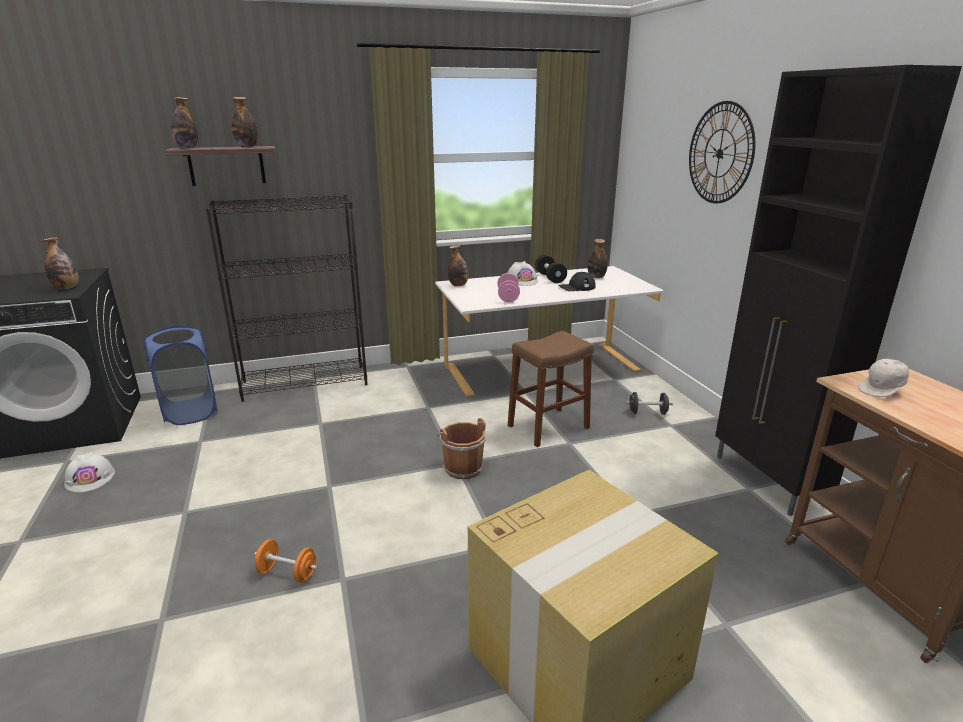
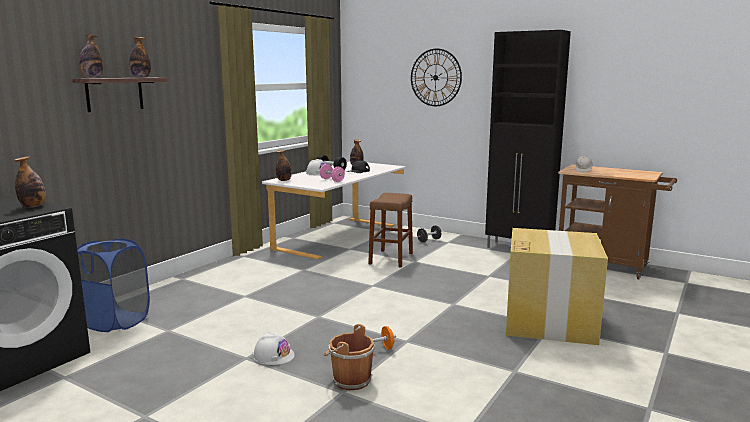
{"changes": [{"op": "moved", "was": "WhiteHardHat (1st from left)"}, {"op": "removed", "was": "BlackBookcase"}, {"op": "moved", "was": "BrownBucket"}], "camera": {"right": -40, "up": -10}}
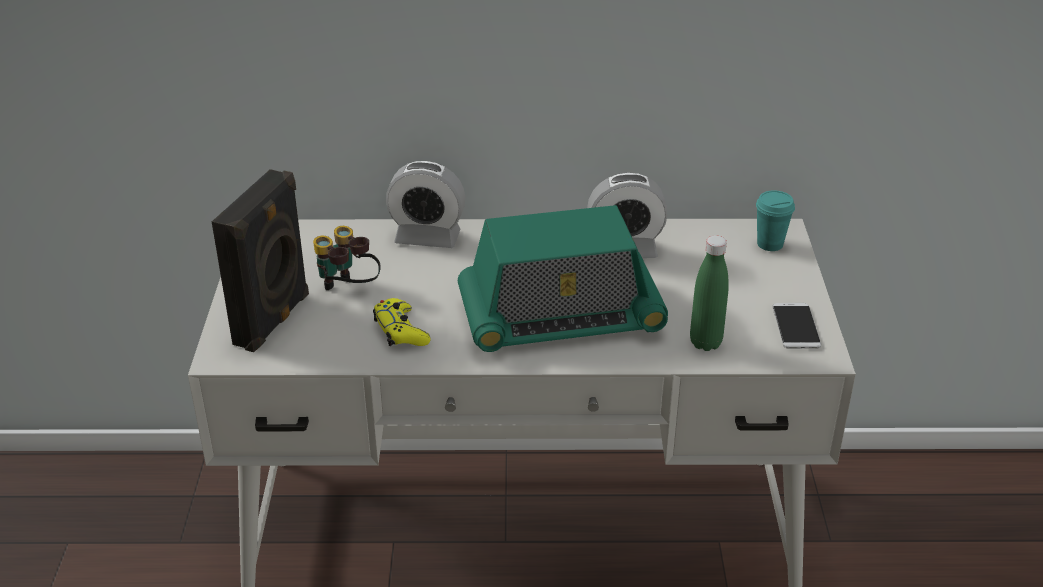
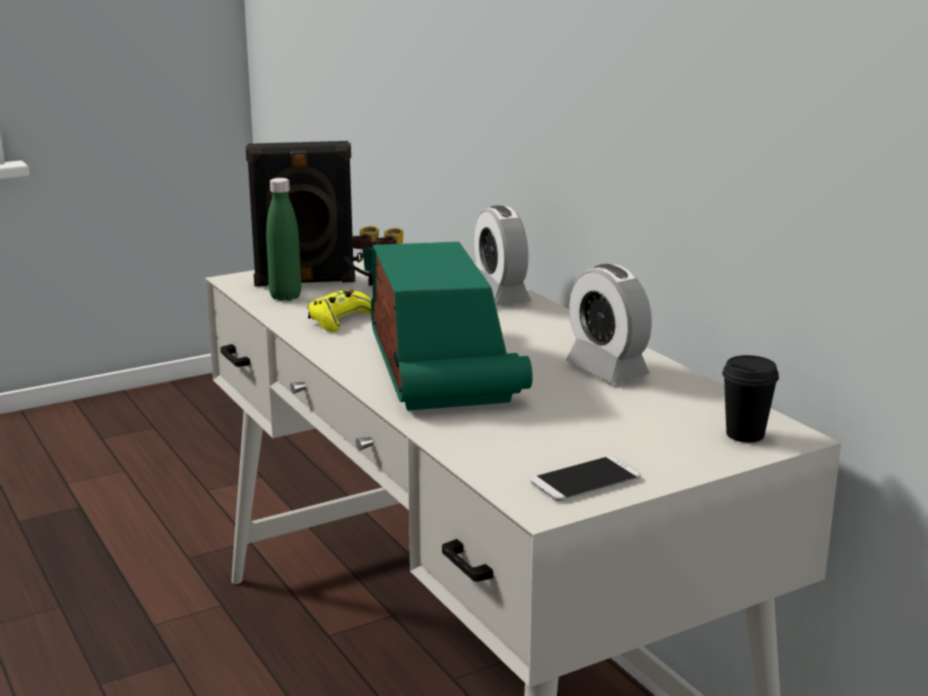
{"changes": [{"op": "turned", "was": "Radio", "clockwise": -150}, {"op": "moved", "was": "GreenBottle"}, {"op": "recoloured", "was": "TurquoiseCup", "now": "BlackCup"}], "camera": {"right": 60, "up": -15}}
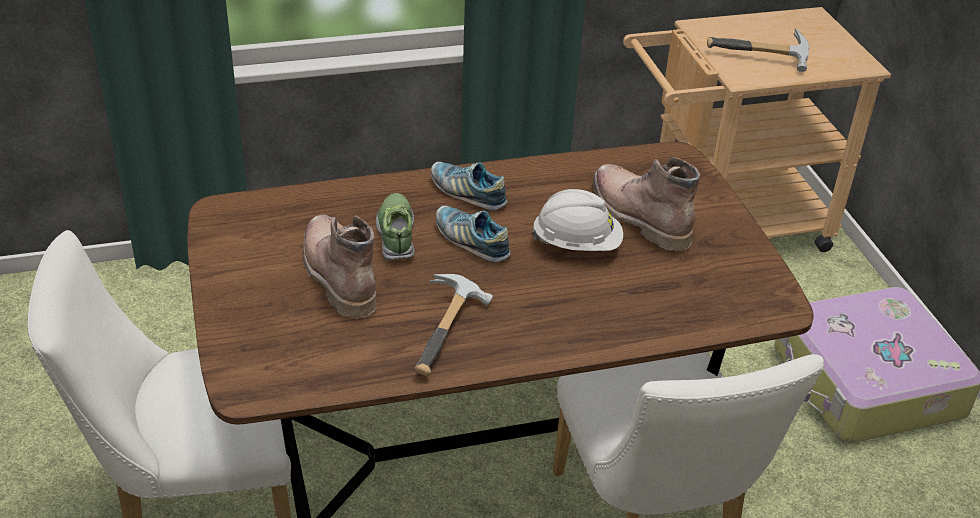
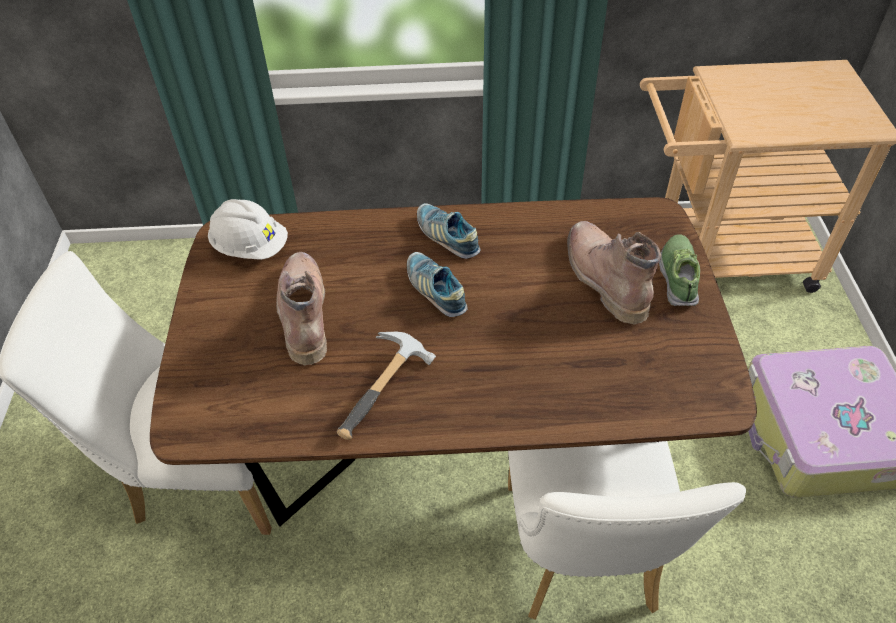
{"changes": [{"op": "moved", "was": "Shoe (1st from left in the first image)", "now": "Shoe (3rd from left)"}, {"op": "moved", "was": "WhiteHardHat"}, {"op": "removed", "was": "Hammer (2nd from left)"}], "camera": {"right": 15, "up": 10}}
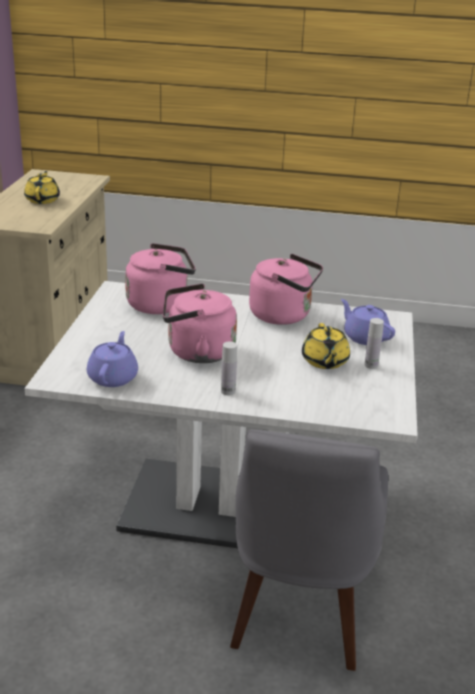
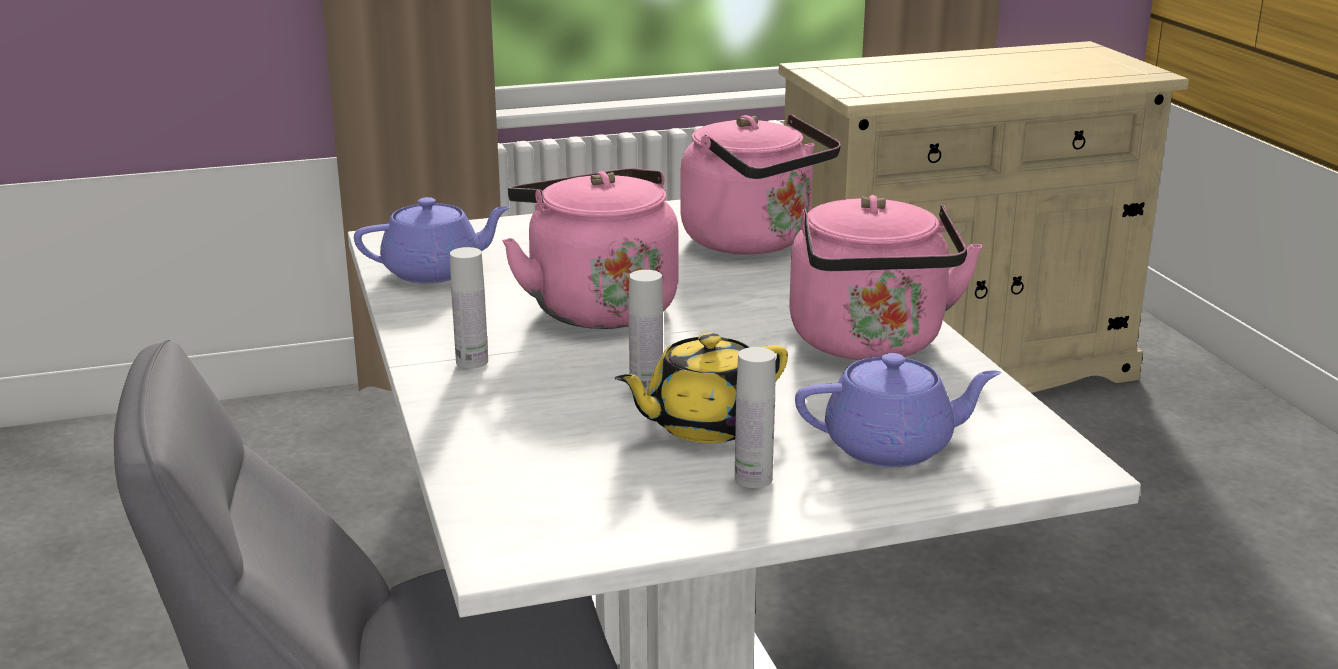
{"changes": [{"op": "removed", "was": "YellowTeapot (1st from left)"}, {"op": "turned", "was": "PurpleTeapot (2nd from left)", "clockwise": 60}, {"op": "added", "now": "WhiteBottle (2nd from left)"}], "camera": {"right": 65, "up": -5}}
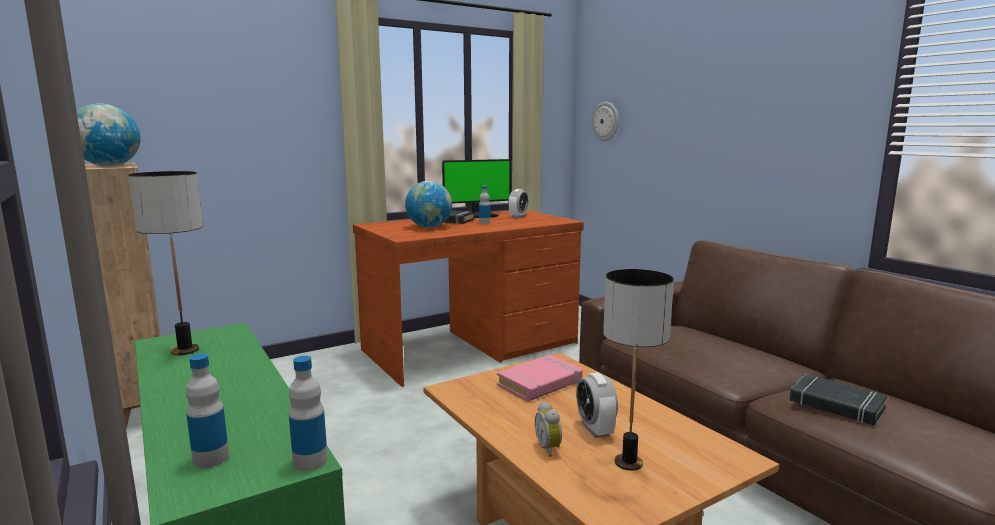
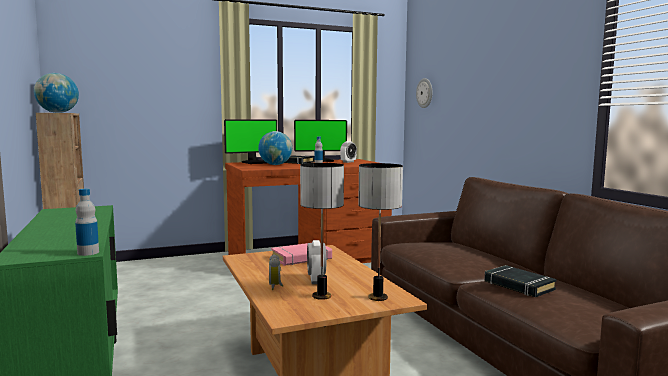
{"changes": [{"op": "moved", "was": "TableLamp (1st from left in the first image)", "now": "TableLamp (2nd from left)"}, {"op": "removed", "was": "Bottle (1st from left)"}, {"op": "added", "now": "Monitor (1st from left)"}], "camera": {"right": 10, "up": -5}}
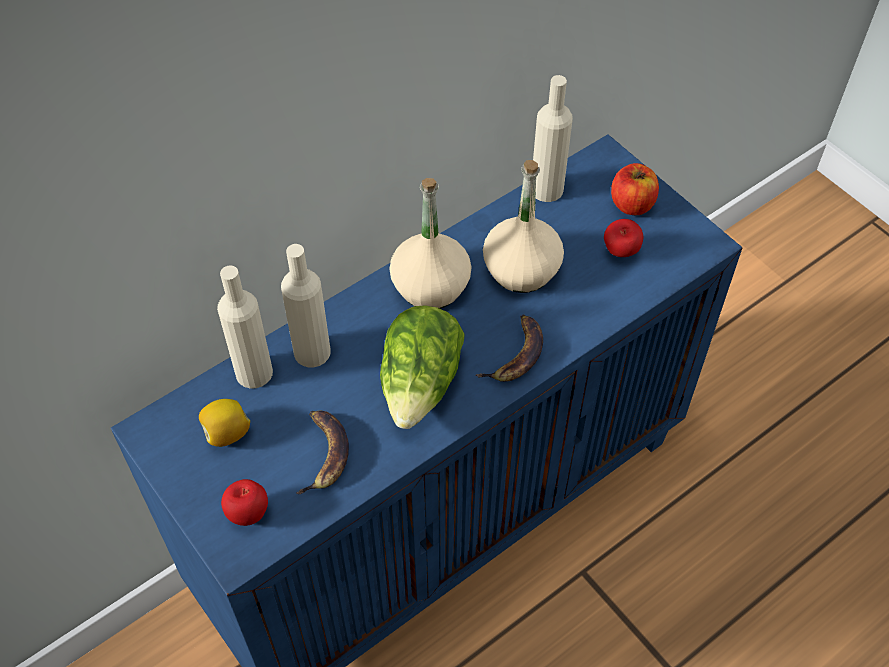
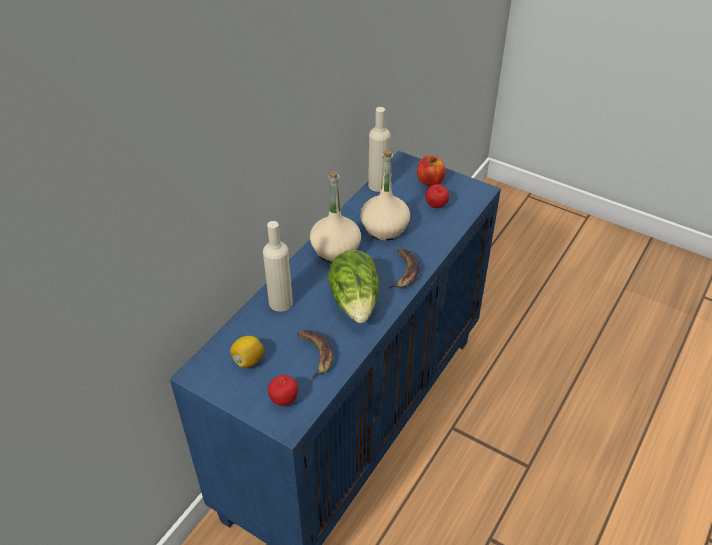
{"changes": [{"op": "removed", "was": "BeigeBottle (1st from left)"}], "camera": {"right": -20, "up": -10}}
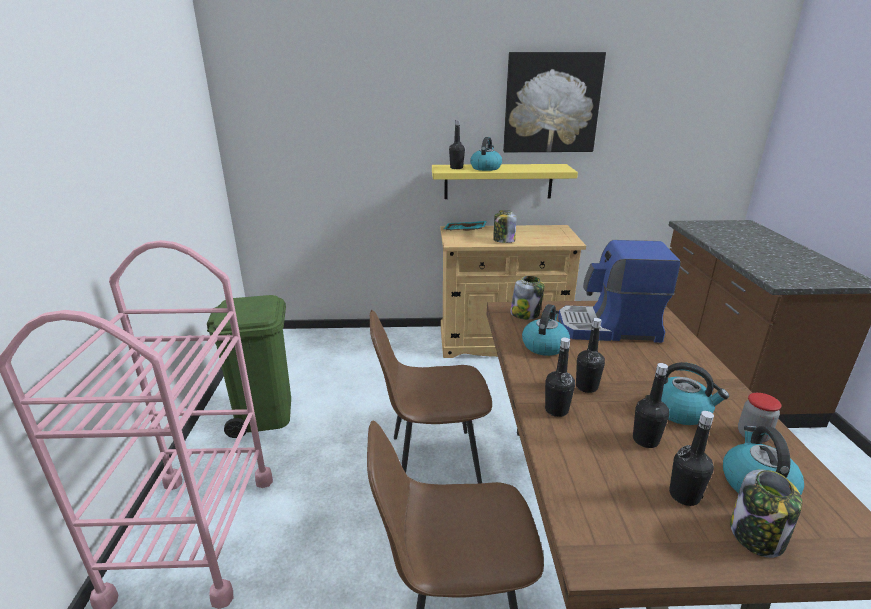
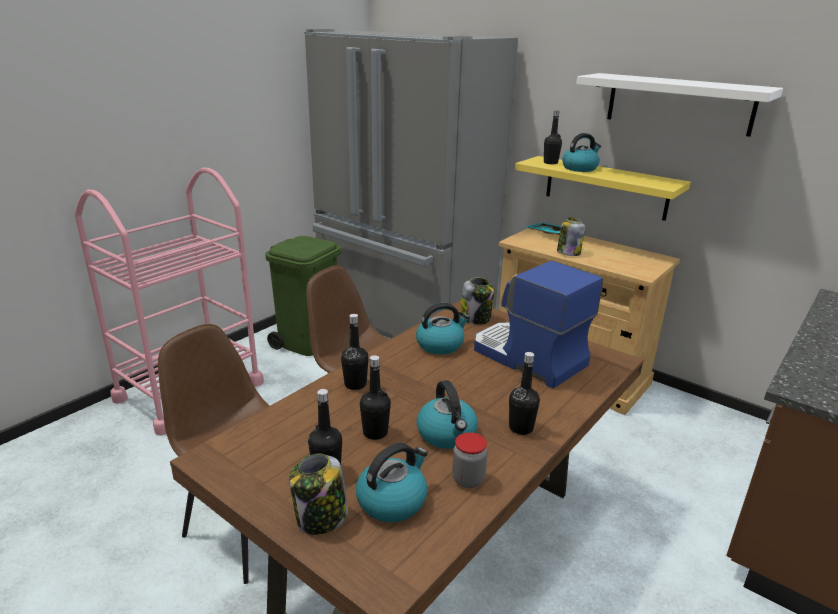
{"changes": [{"op": "replaced", "was": "Picture", "now": "WhiteShelf"}, {"op": "moved", "was": "BlackBottle (3rd from left in the first image)", "now": "BlackBottle (4th from left)"}, {"op": "added", "now": "GreyFridge"}], "camera": {"right": 40, "up": 0}}
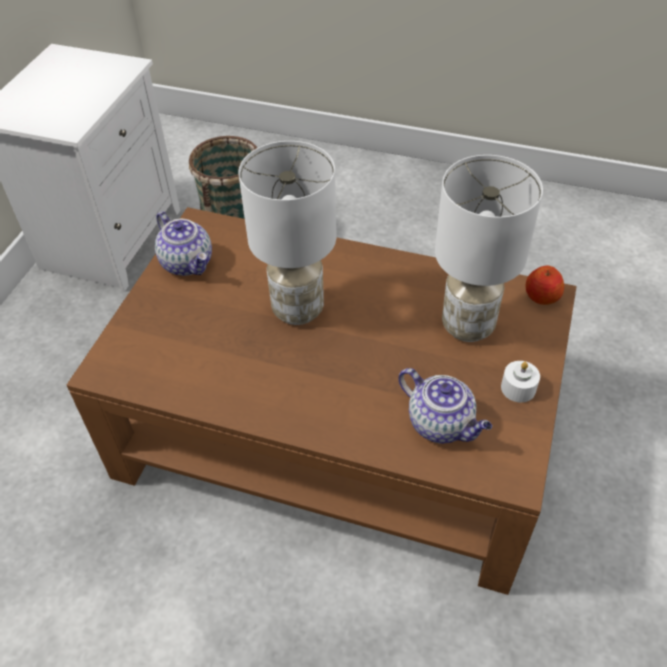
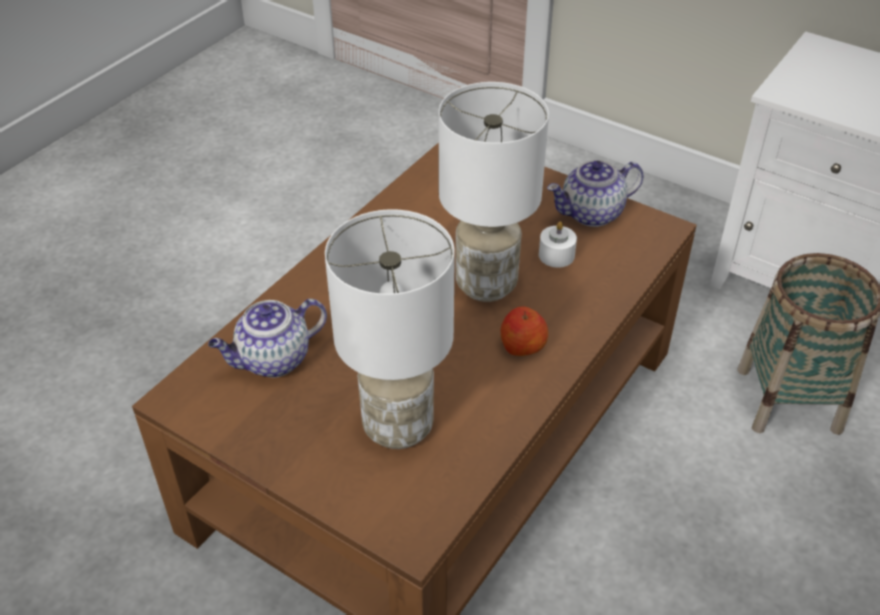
{"changes": [{"op": "moved", "was": "WhiteCandle"}, {"op": "moved", "was": "Apple"}], "camera": {"right": 105, "up": -5}}
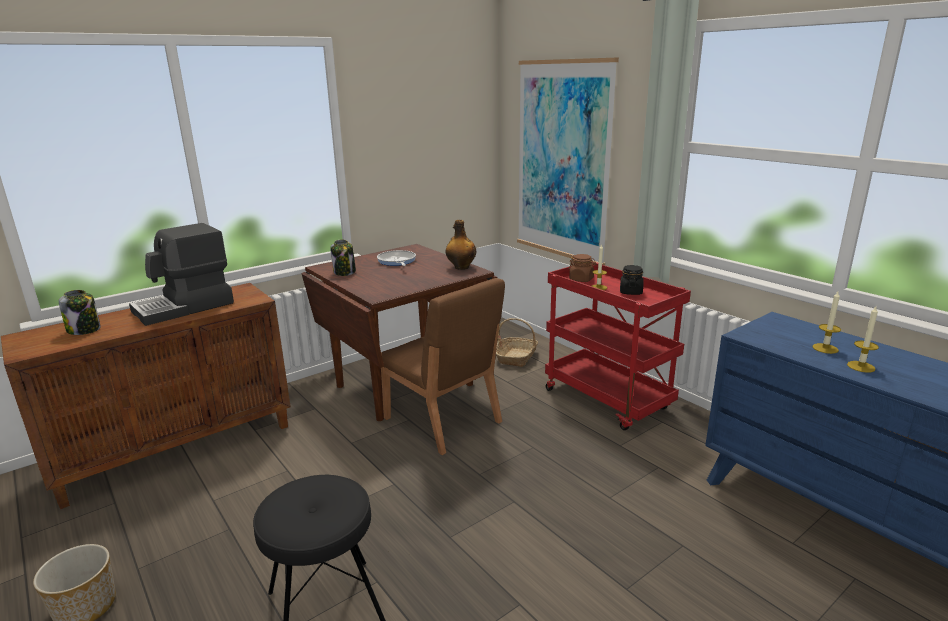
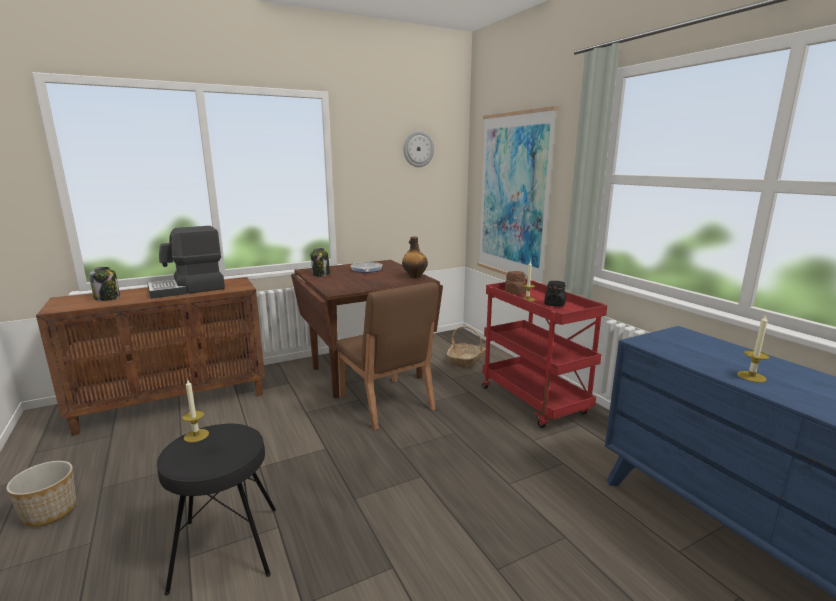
{"changes": [{"op": "moved", "was": "Candle (2nd from left in the first image)", "now": "Candle (1st from left)"}, {"op": "added", "now": "WallClock"}], "camera": {"right": 10, "up": -5}}
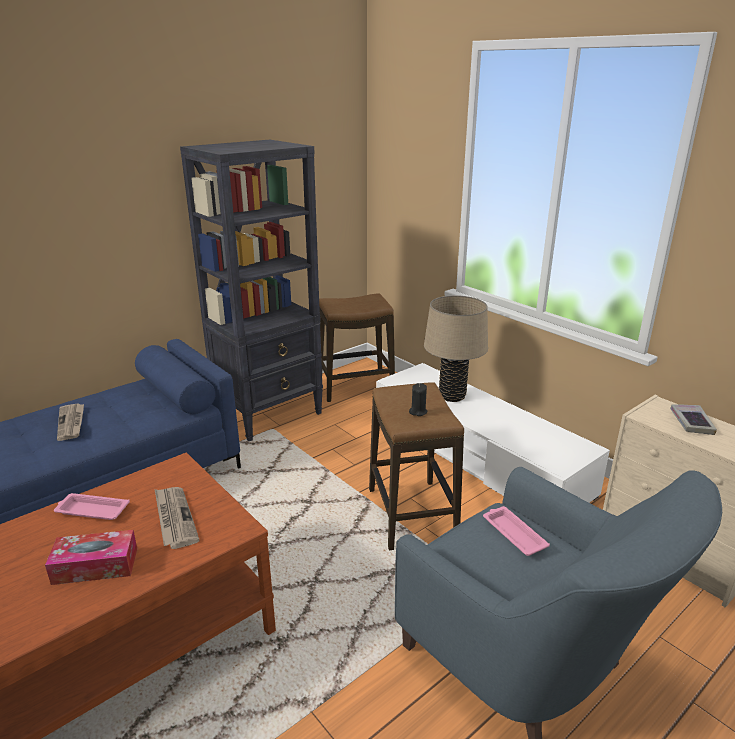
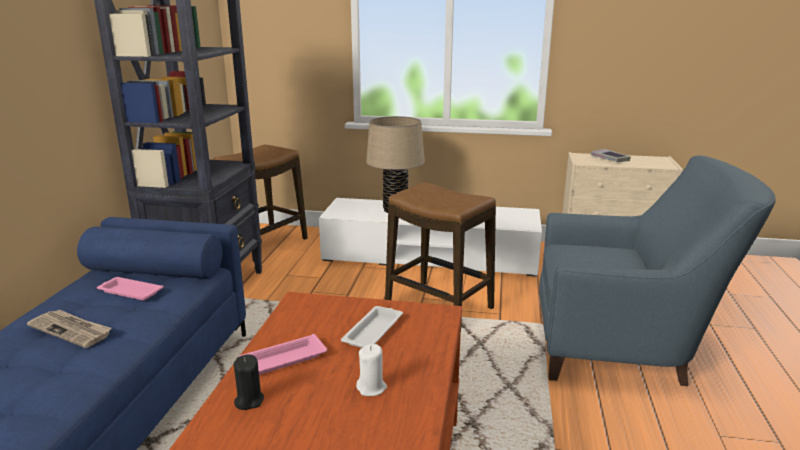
{"changes": [{"op": "replaced", "was": "TissueBox", "now": "WhiteCandle"}, {"op": "replaced", "was": "Newspaper (2nd from left)", "now": "WhiteTray"}, {"op": "moved", "was": "BlackCandle"}, {"op": "moved", "was": "PinkTray (2nd from left in the first image)", "now": "PinkTray (1st from left)"}], "camera": {"right": -40, "up": -5}}
